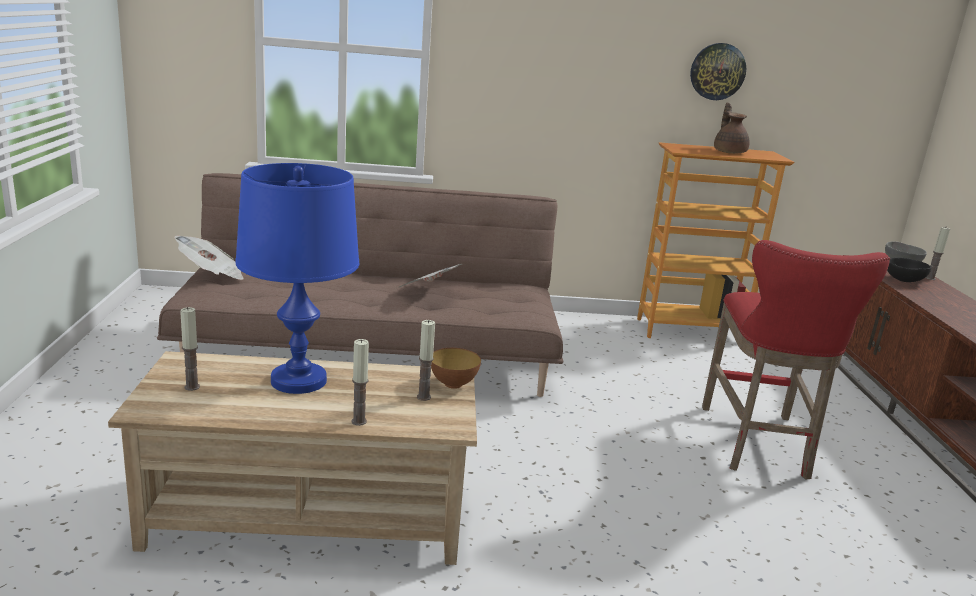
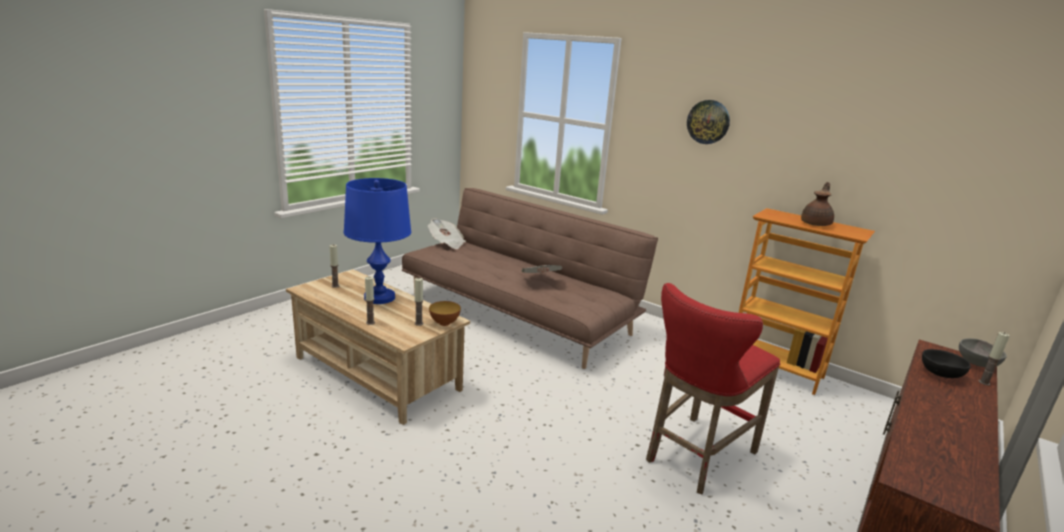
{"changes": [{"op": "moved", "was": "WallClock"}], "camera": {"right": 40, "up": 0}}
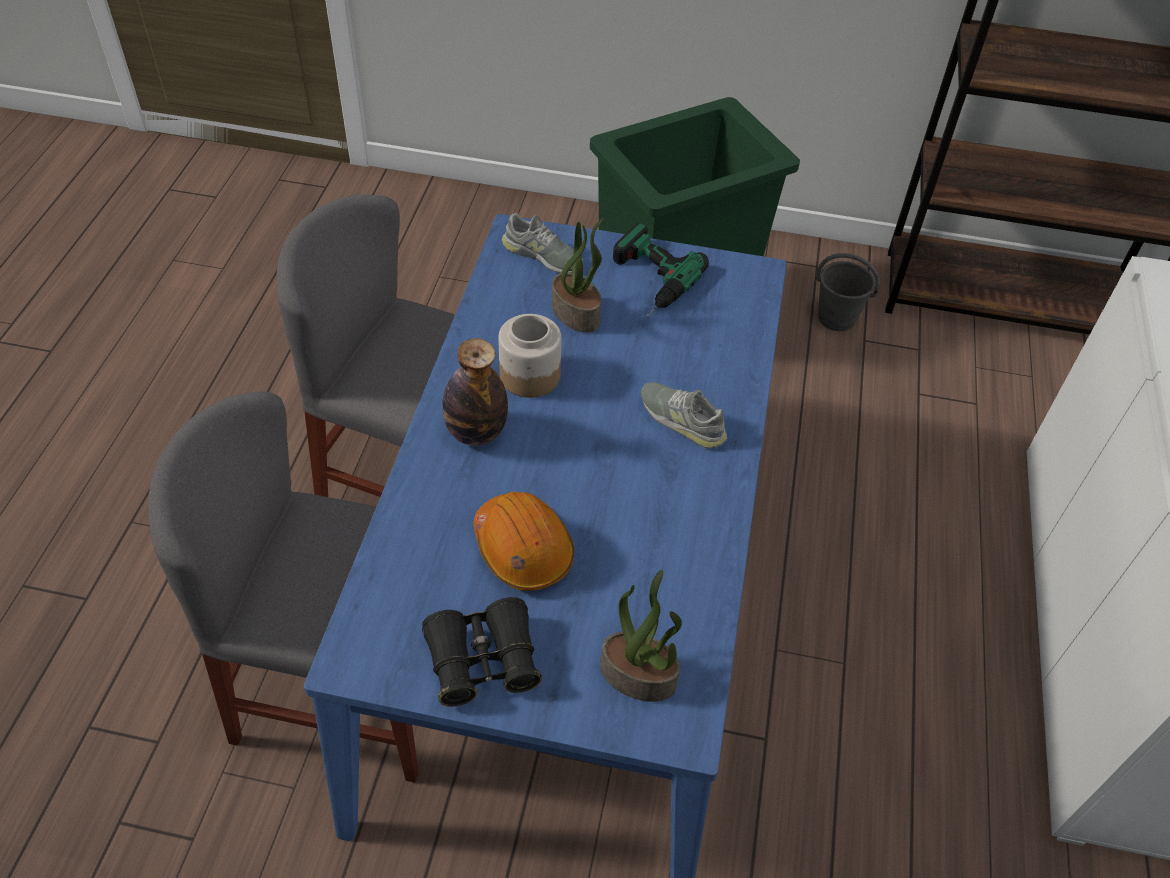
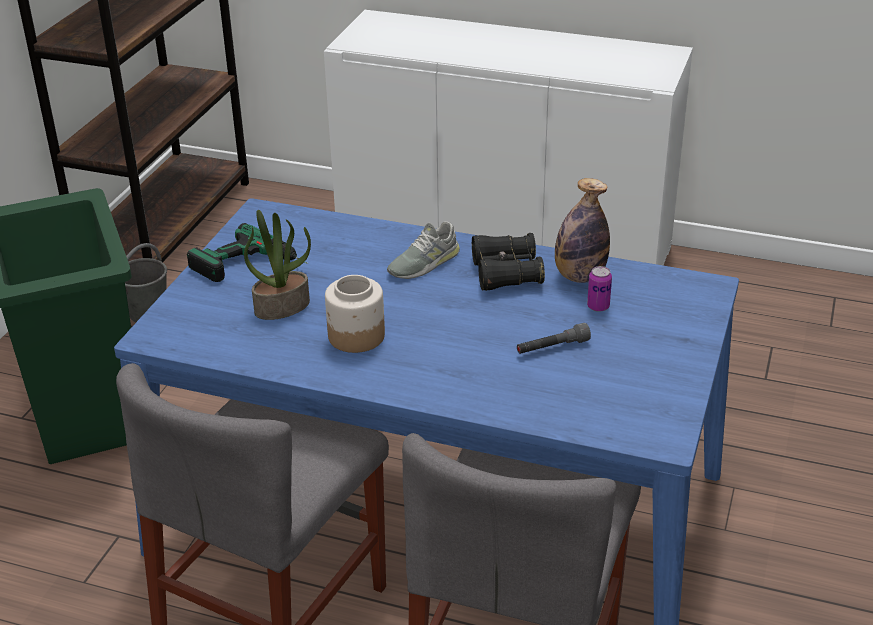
{"changes": [{"op": "moved", "was": "BlackBinoculars"}, {"op": "moved", "was": "Bottle"}, {"op": "replaced", "was": "OrangeHardHat", "now": "GreyFlashlight"}, {"op": "removed", "was": "GreyShoe (1st from left)"}, {"op": "removed", "was": "PottedPlant (2nd from left)"}, {"op": "added", "now": "Can"}], "camera": {"right": -80, "up": -15}}
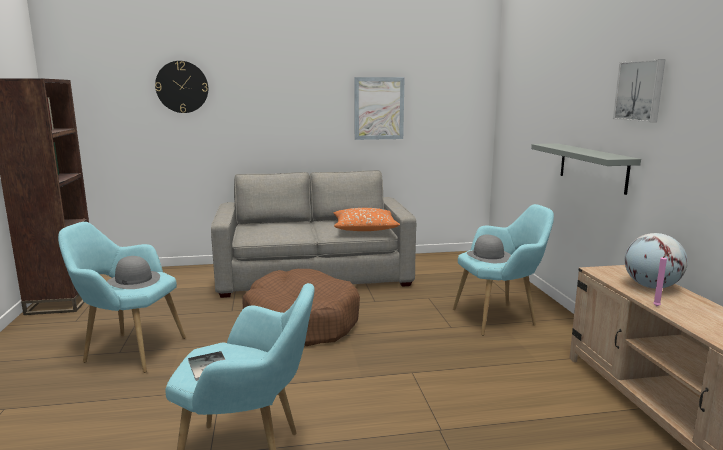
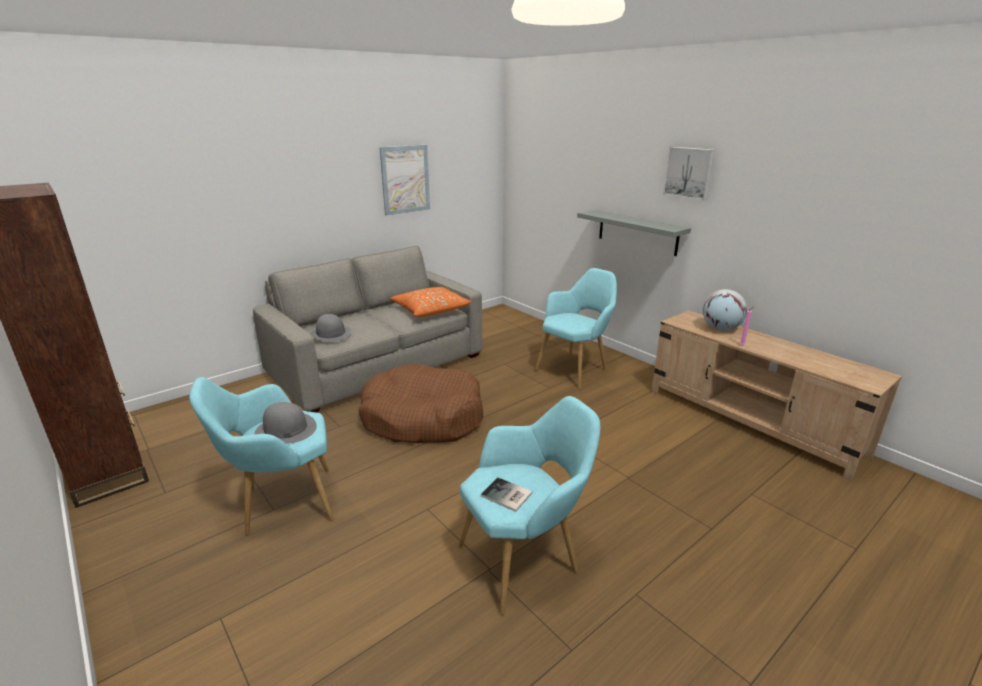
{"changes": [{"op": "removed", "was": "WallClock"}, {"op": "moved", "was": "GreyHat (2nd from left)"}], "camera": {"right": -30, "up": 10}}
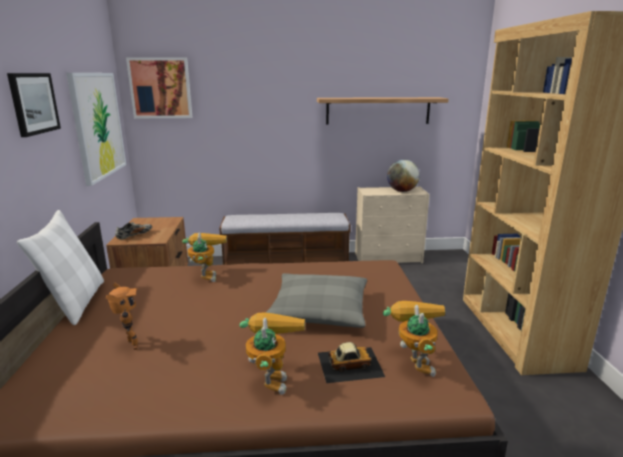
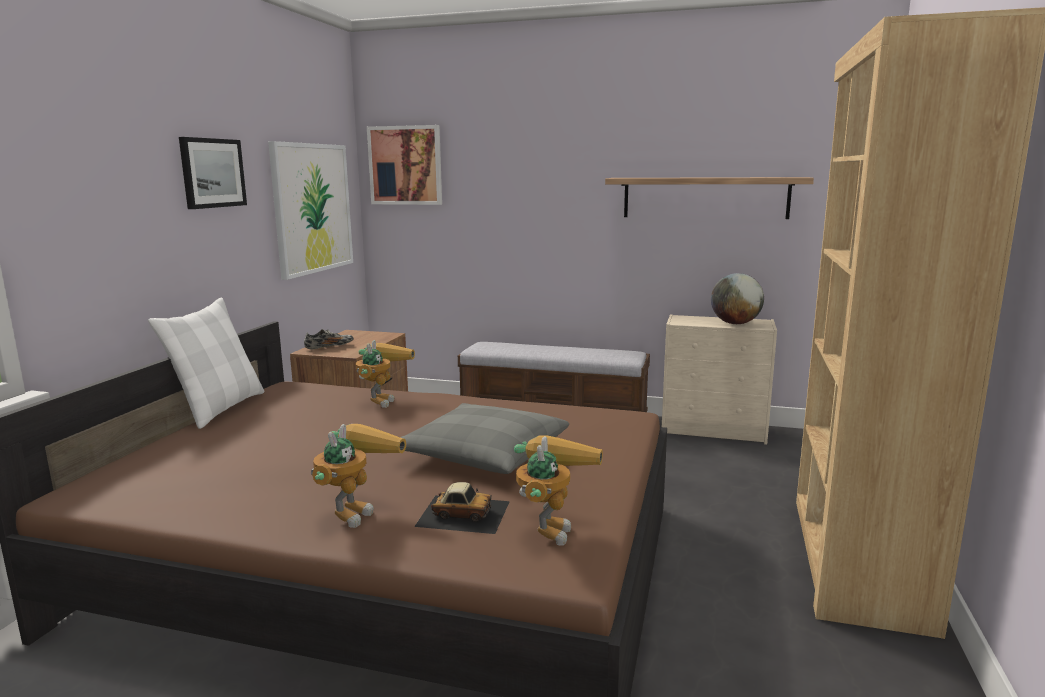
{"changes": [{"op": "removed", "was": "ToyRobot (1st from left)"}], "camera": {"right": 20, "up": -5}}
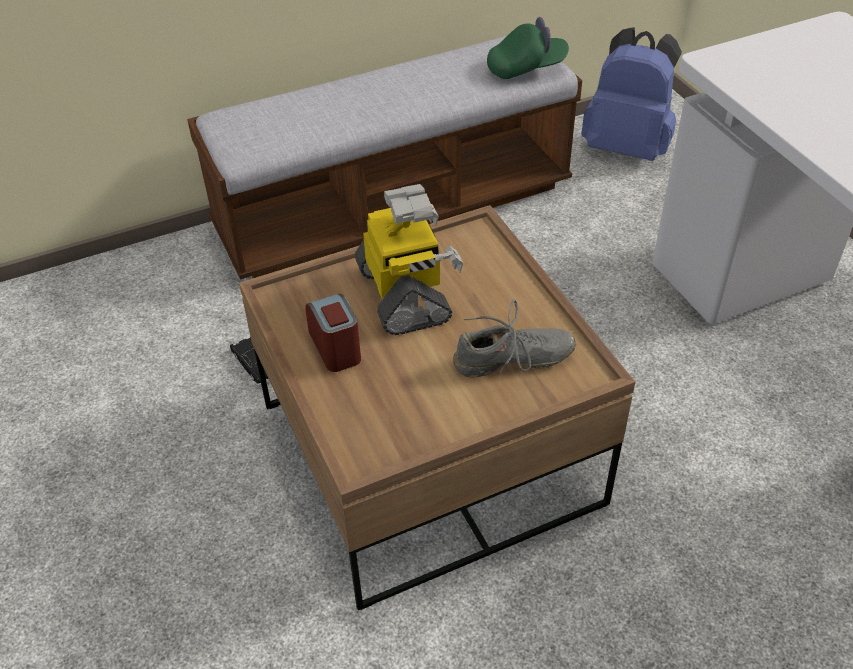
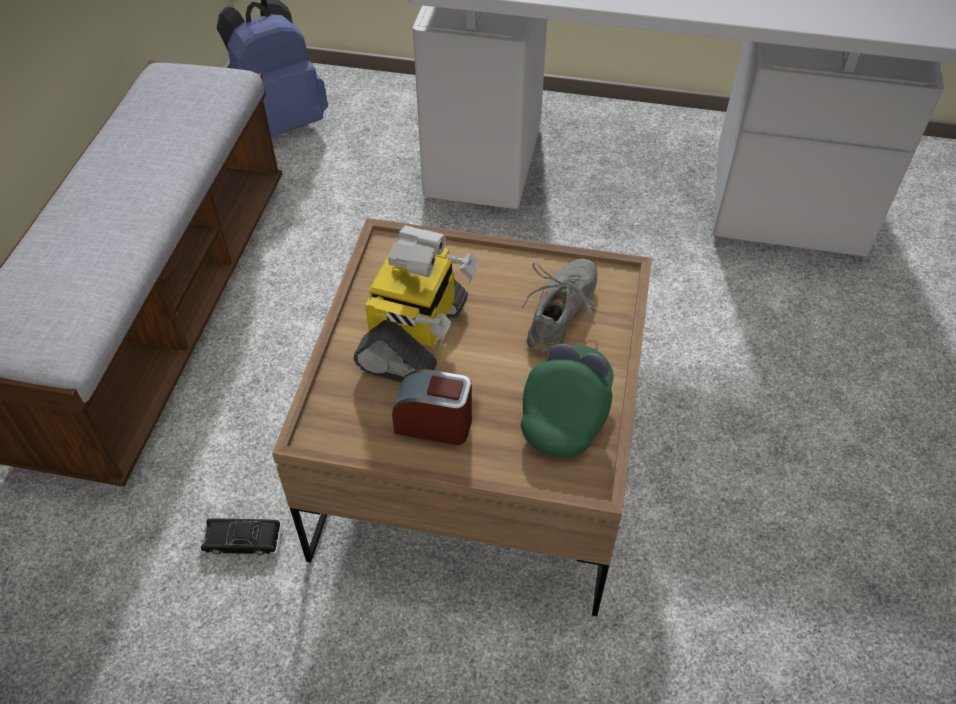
{"changes": [{"op": "turned", "was": "ToyRobot", "clockwise": 90}, {"op": "moved", "was": "GreenCap"}], "camera": {"right": -55, "up": 5}}
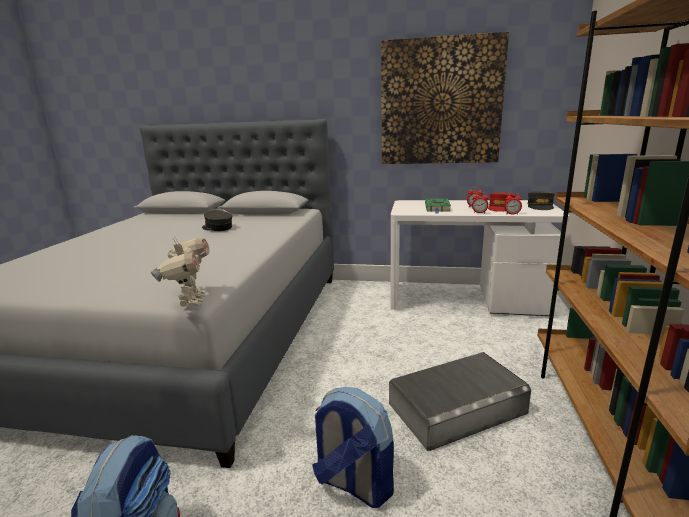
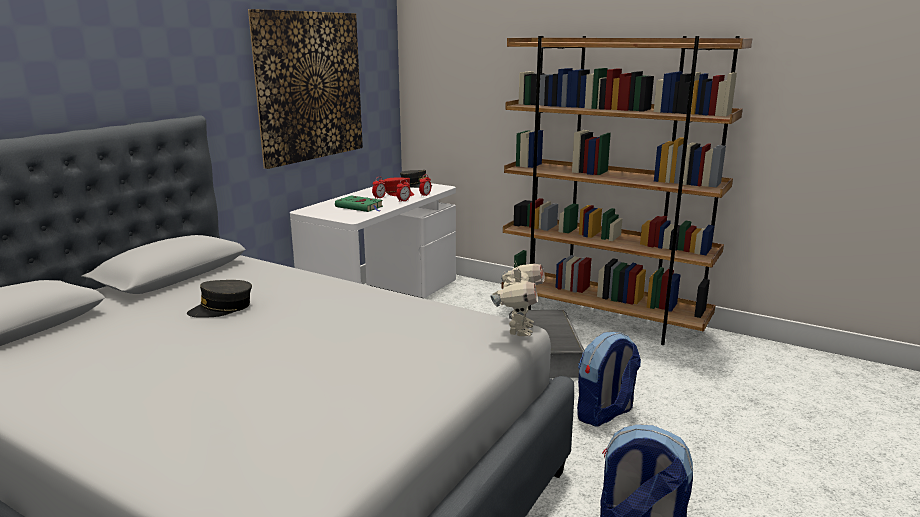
{"changes": [{"op": "turned", "was": "ToyRobot", "clockwise": 90}], "camera": {"right": -70, "up": 0}}
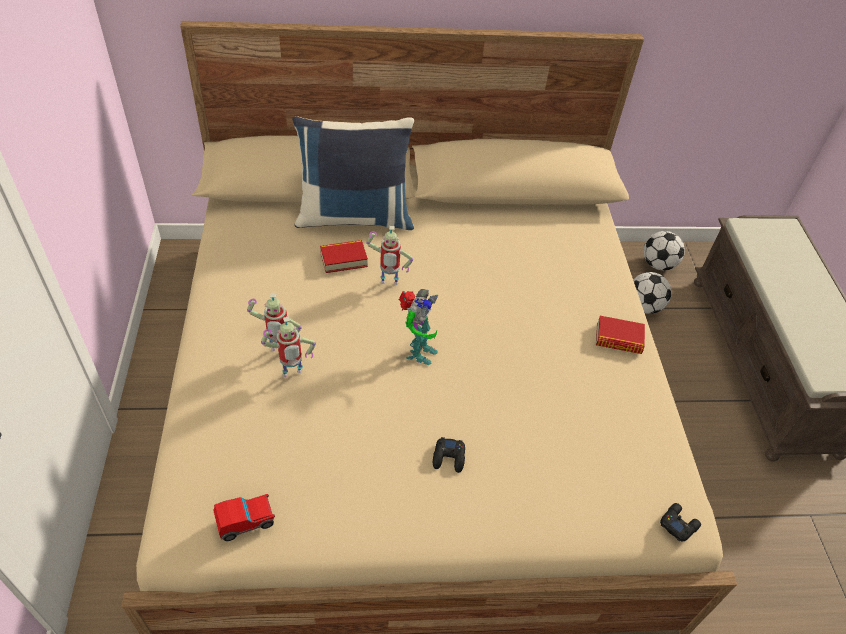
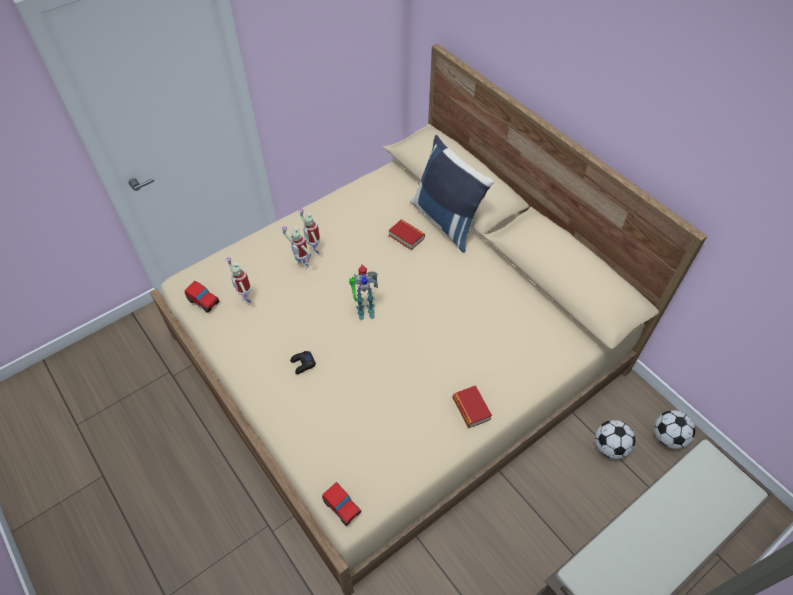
{"changes": [{"op": "moved", "was": "ToyRobot (3rd from left in the first image)", "now": "ToyRobot (1st from left)"}, {"op": "replaced", "was": "BlackGameController (2nd from left)", "now": "ToyCar (2nd from left)"}], "camera": {"right": 60, "up": 5}}
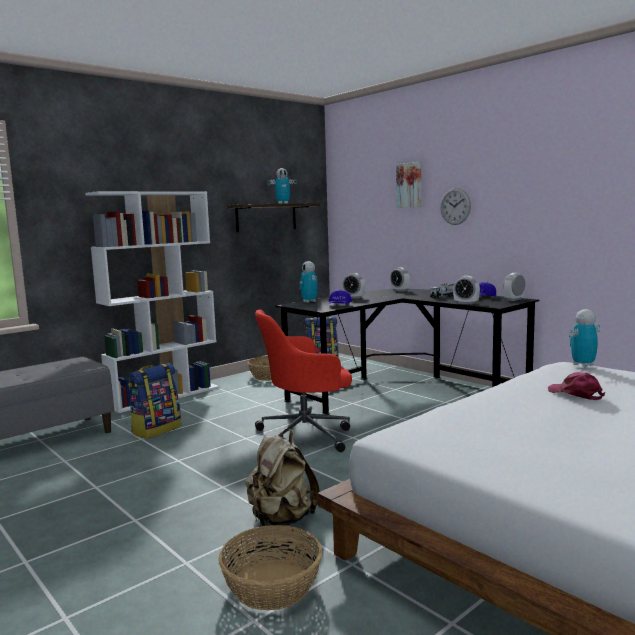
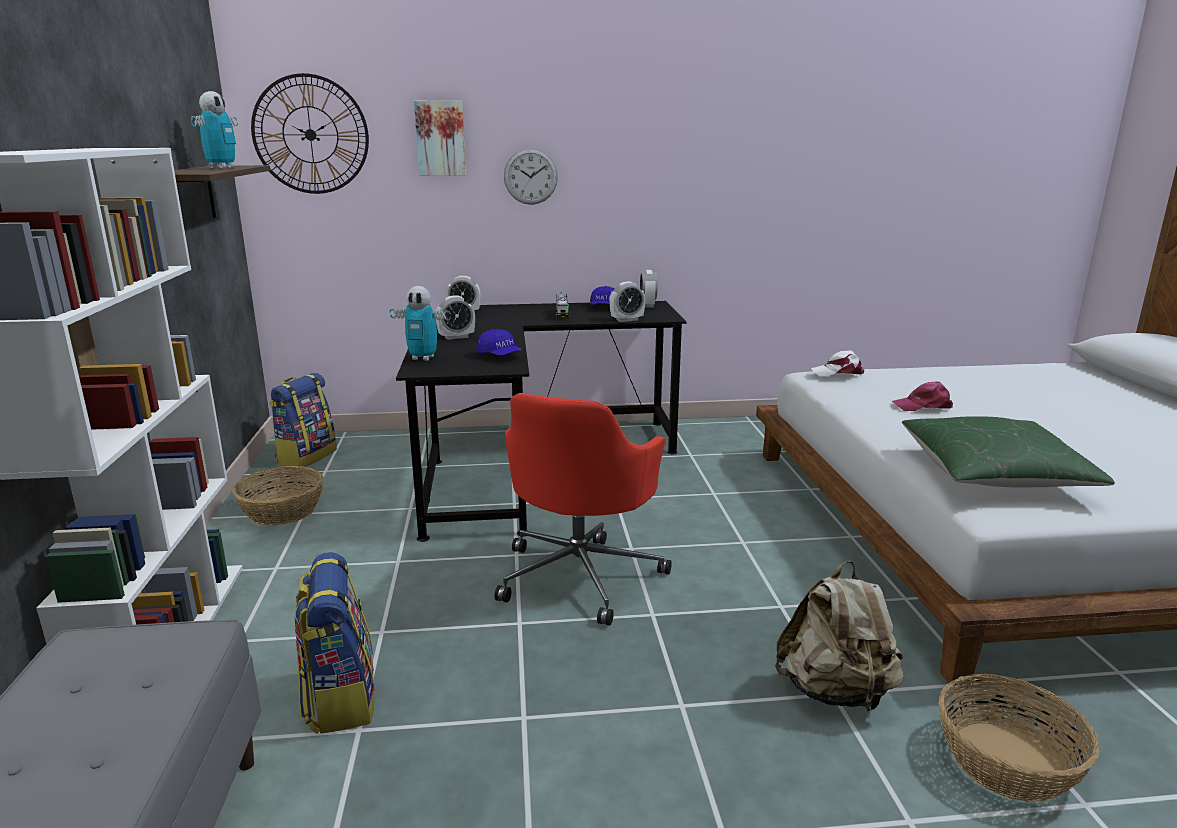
{"changes": [{"op": "replaced", "was": "ToyRobot (3rd from left)", "now": "WhiteCap"}, {"op": "added", "now": "WallClock (1st from left)"}, {"op": "added", "now": "GreenPillow"}], "camera": {"right": -55, "up": 10}}
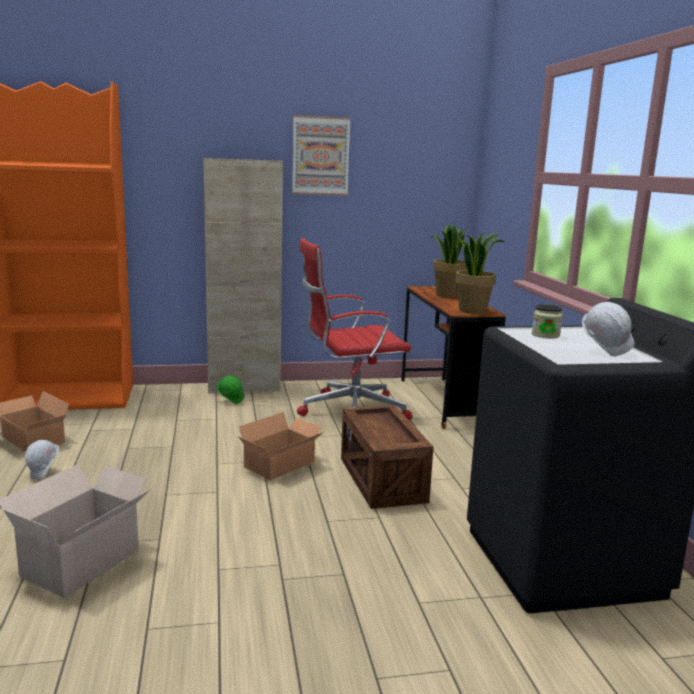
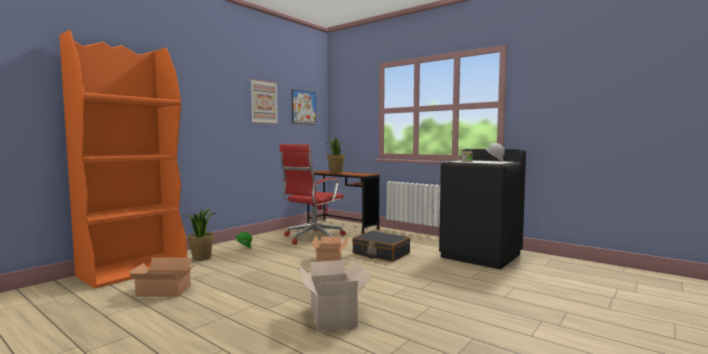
{"changes": [{"op": "removed", "was": "WhiteHardHat (1st from left)"}, {"op": "removed", "was": "BeigeCabinet"}, {"op": "replaced", "was": "Crate", "now": "BlackSuitcase"}, {"op": "moved", "was": "PottedPlant (2nd from left in the first image)", "now": "PottedPlant (1st from left)"}, {"op": "added", "now": "Picture (2nd from left)"}], "camera": {"right": -40, "up": -10}}
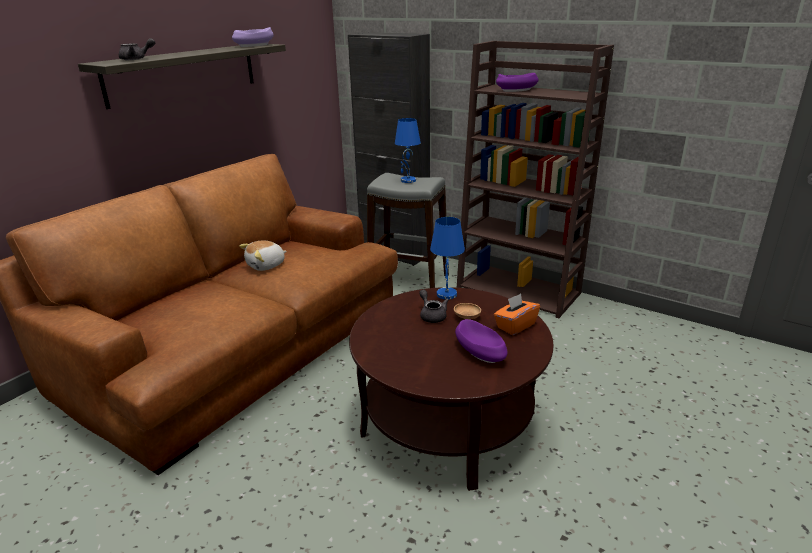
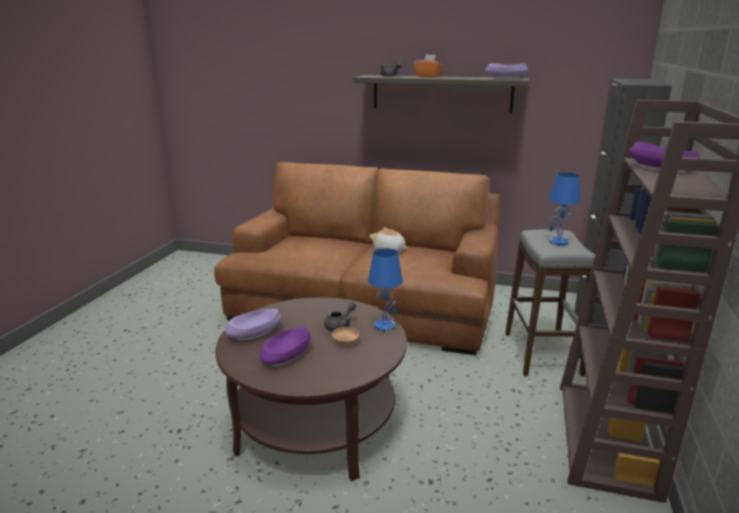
{"changes": [{"op": "moved", "was": "OrangeTissueBox"}, {"op": "added", "now": "PurpleBowl (1st from left)"}], "camera": {"right": 70, "up": -5}}
